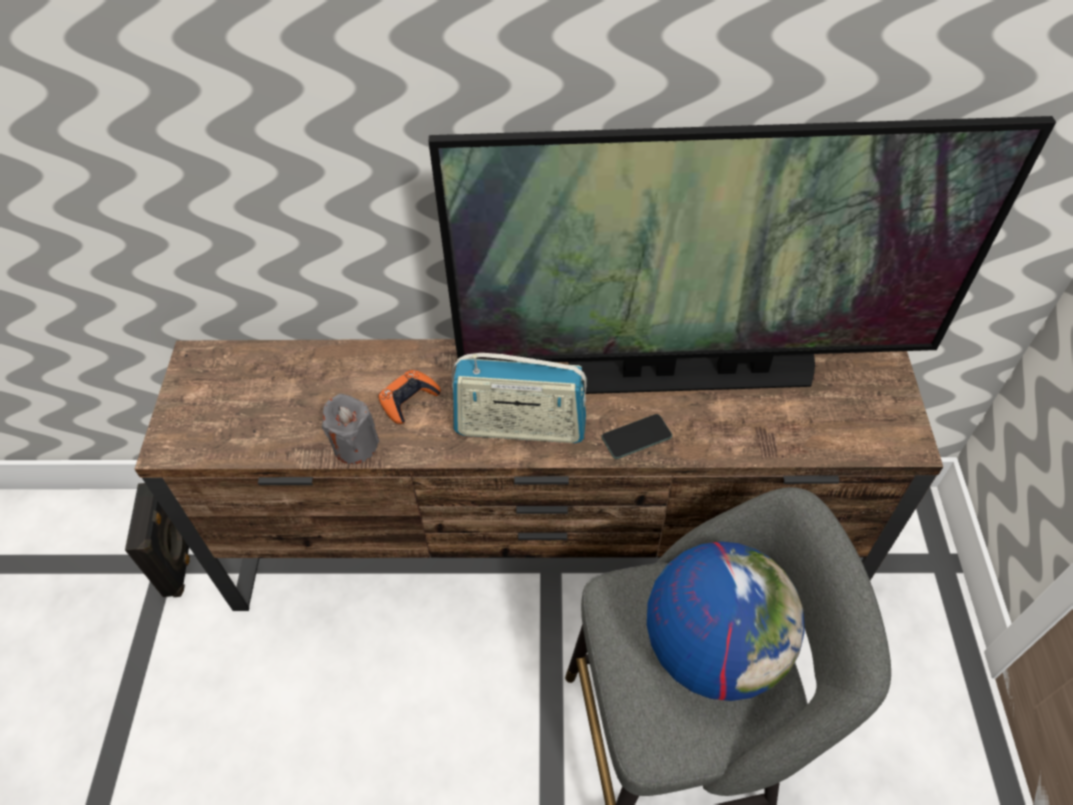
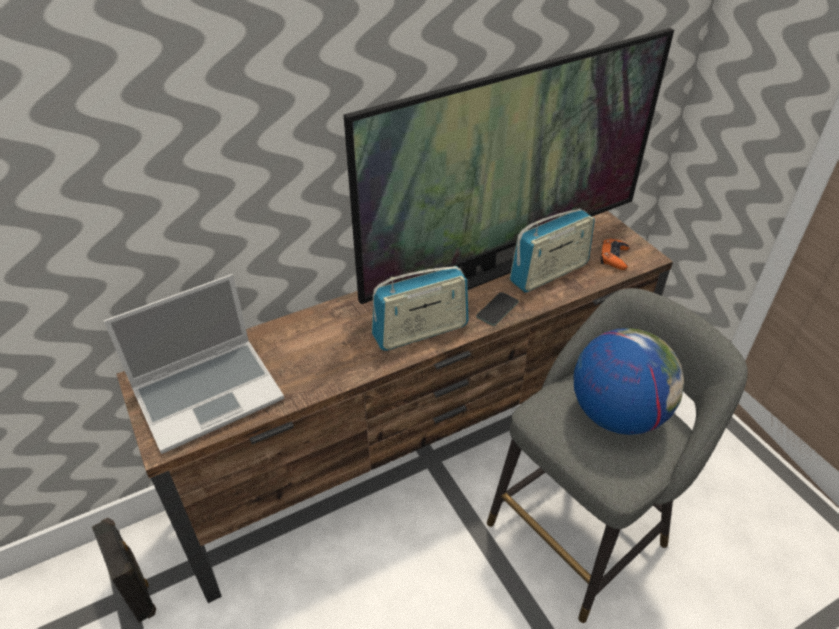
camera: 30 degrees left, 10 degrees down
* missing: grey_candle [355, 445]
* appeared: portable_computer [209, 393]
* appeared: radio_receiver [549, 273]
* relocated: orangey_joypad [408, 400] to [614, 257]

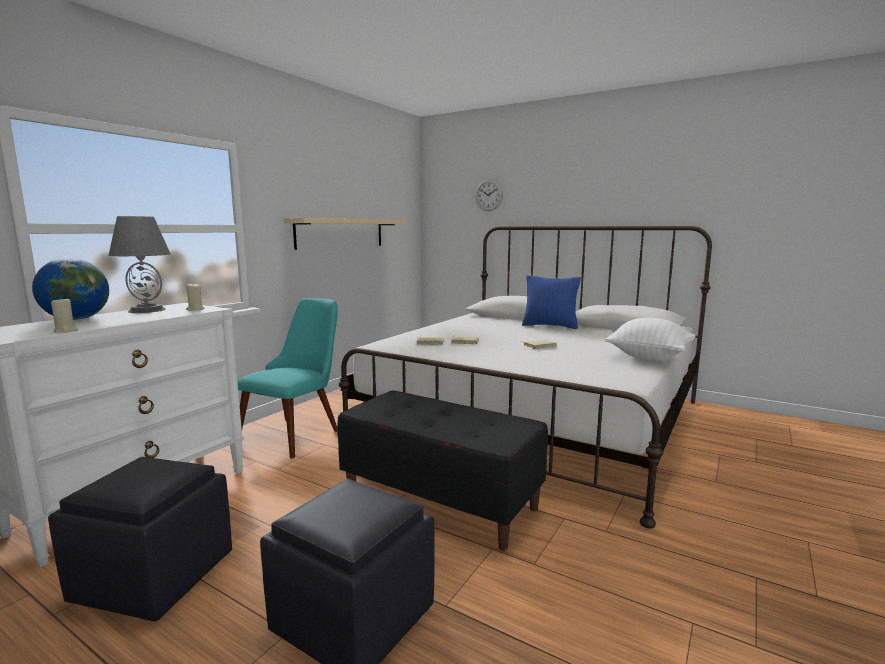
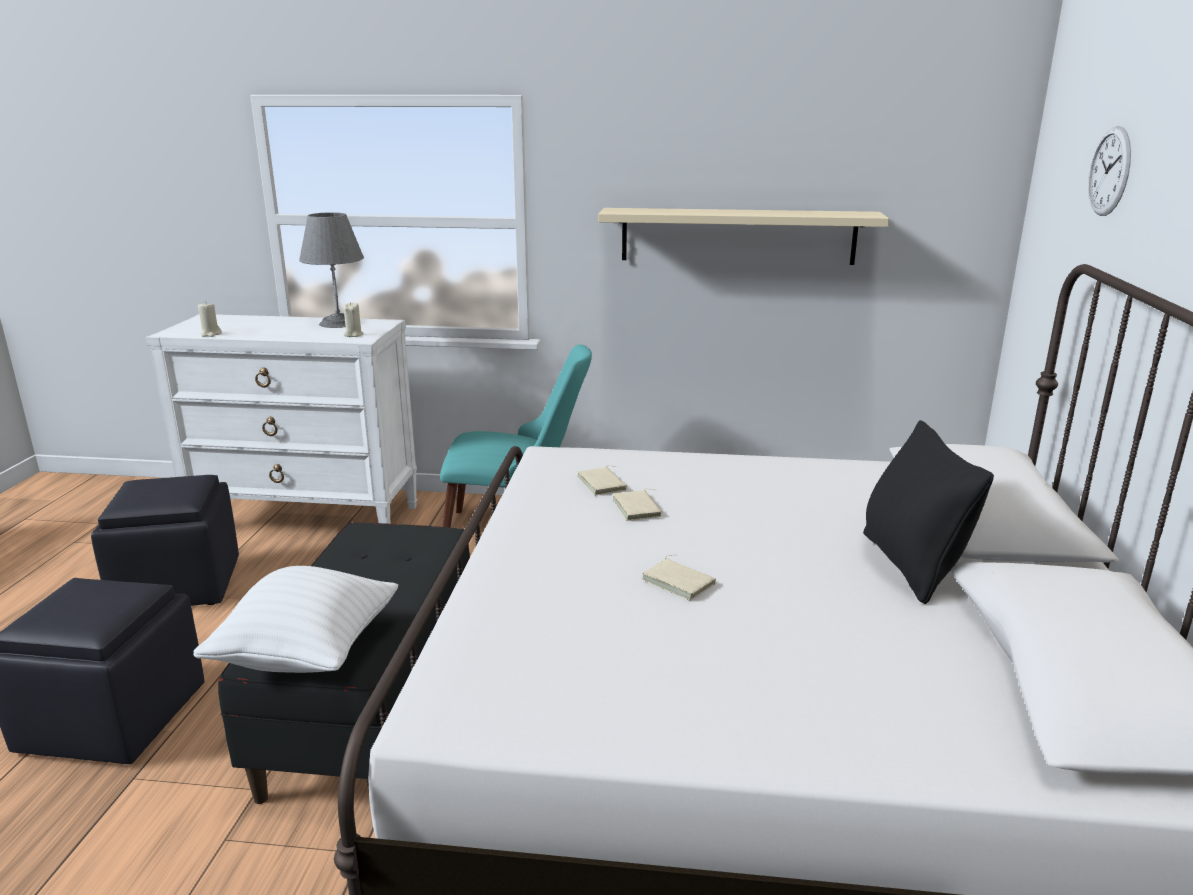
camera: 65 degrees right, 10 degrees up
* missing: globe [77, 319]
* relocated: white-coloured_throw_pillow [649, 357] to [307, 653]
* colour: bluish_throw_pillow [550, 326] to blackish_throw_pillow [911, 566]

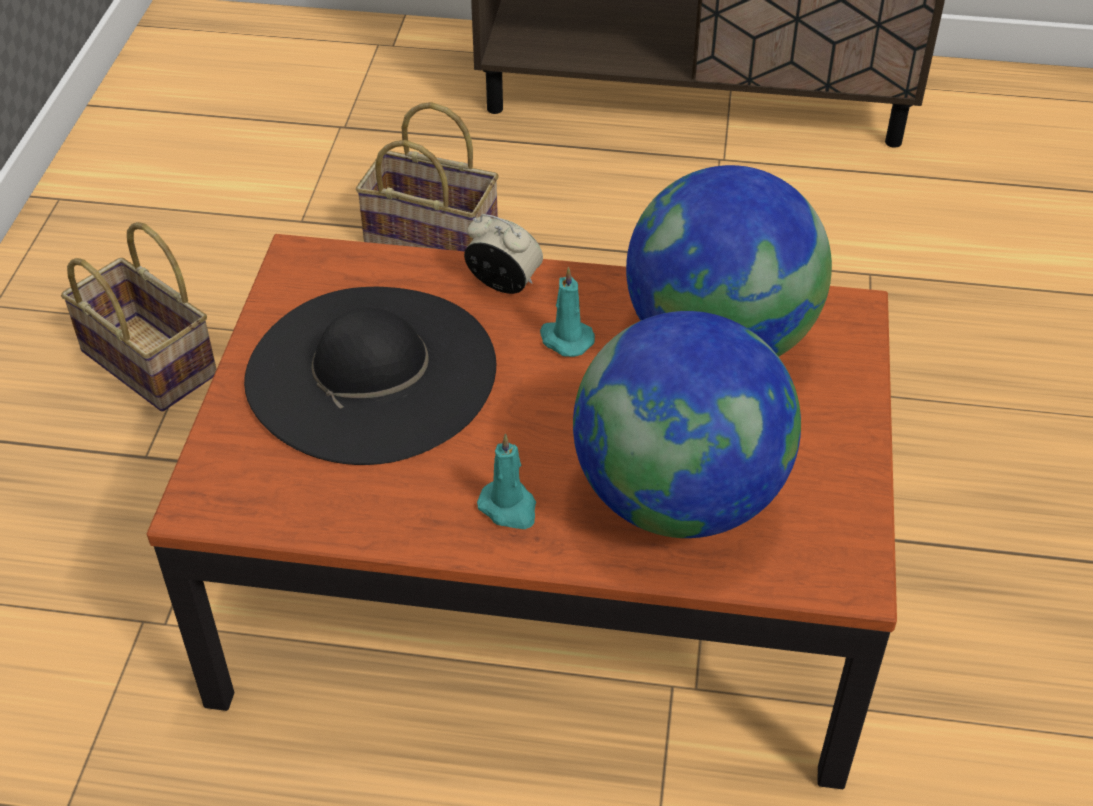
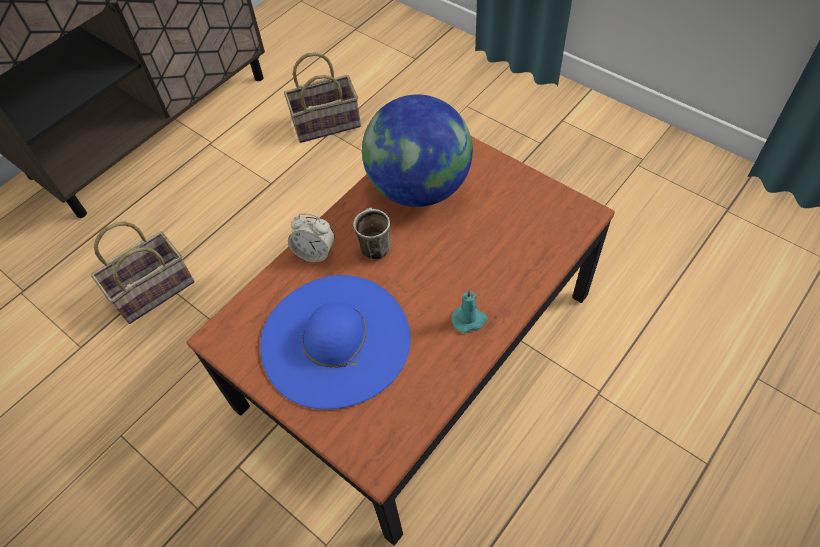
camera: 55 degrees left, 10 degrees up
* missing: globe [678, 497]
* relocated: storage_basket [153, 363] to [327, 122]
* exchanged: blue-green_candle [565, 339] to coffee_mug [373, 245]
* colour: blackish_clothing_hat [371, 372] to bluish_clothing_hat [335, 339]
* spun: alarm_clock [504, 284] = [315, 252] 135 degrees counterclockwise

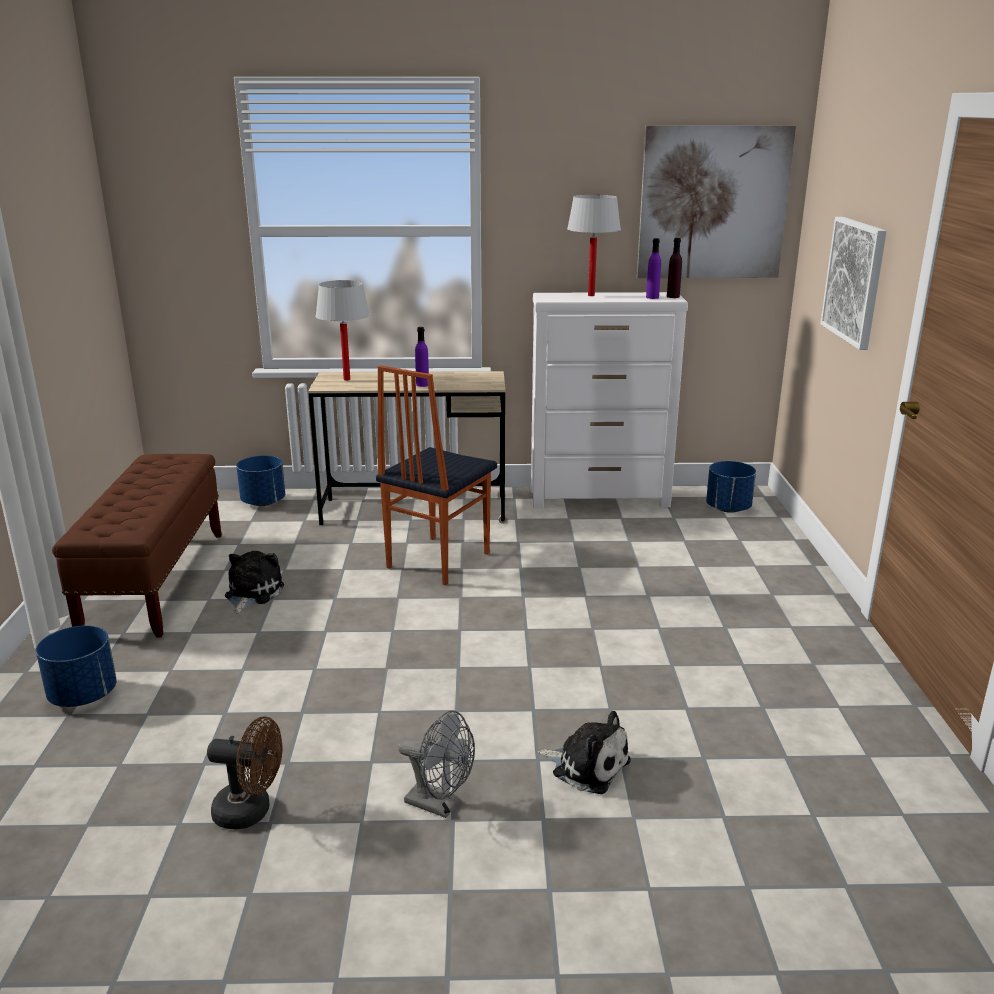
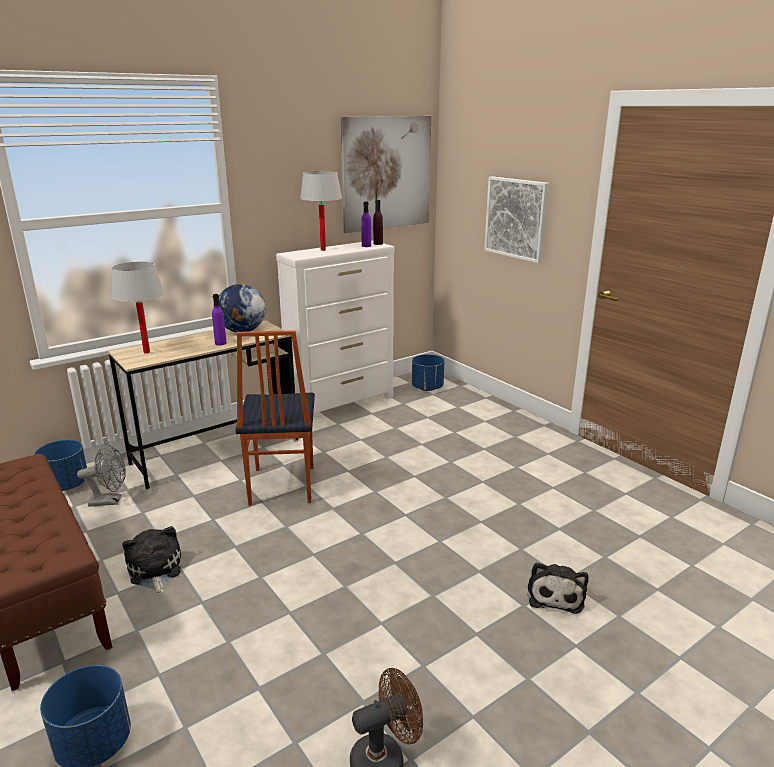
camera: 35 degrees left, 0 degrees up
* appeared: globe [242, 331]
* relocated: grey_cooling_fan [440, 804] to [110, 501]
* spun: plush_toy [587, 766] = [555, 594] 105 degrees clockwise

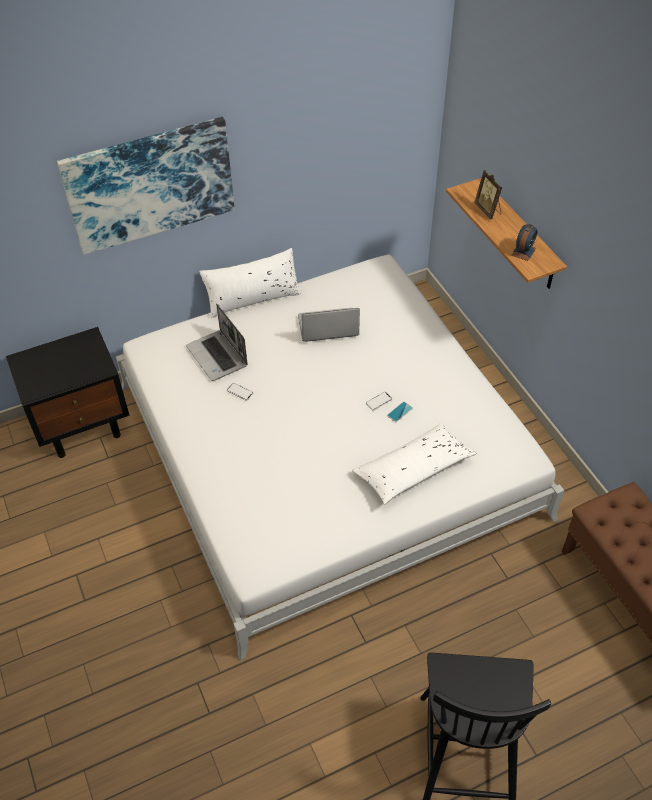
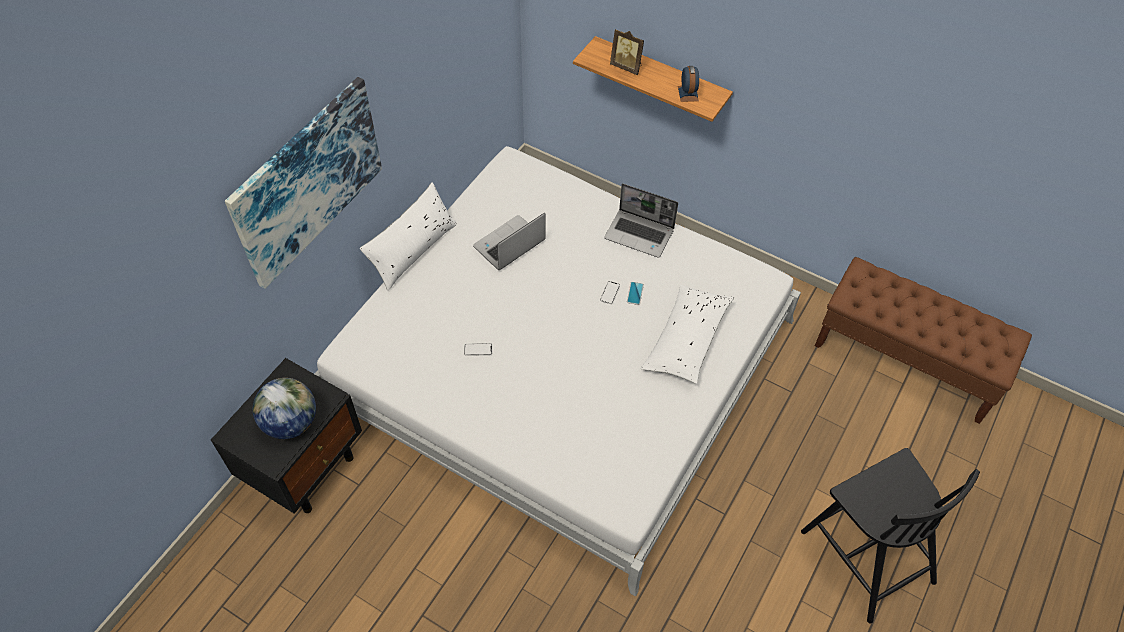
camera: 35 degrees left, 5 degrees up
* appeared: globe [291, 422]
* relocated: portable_computer [218, 356] to [640, 234]

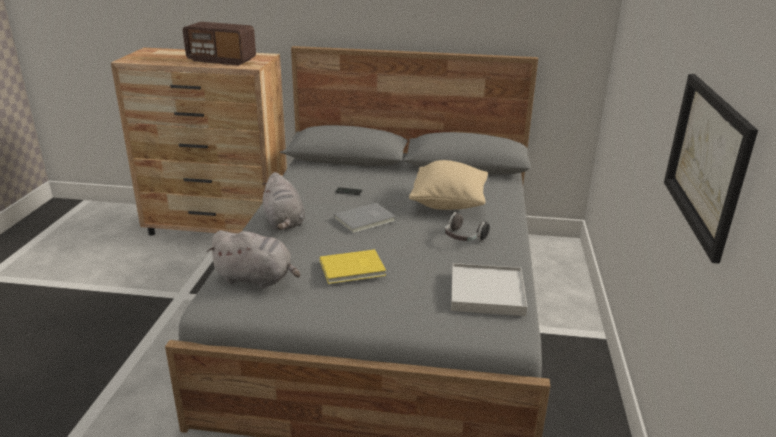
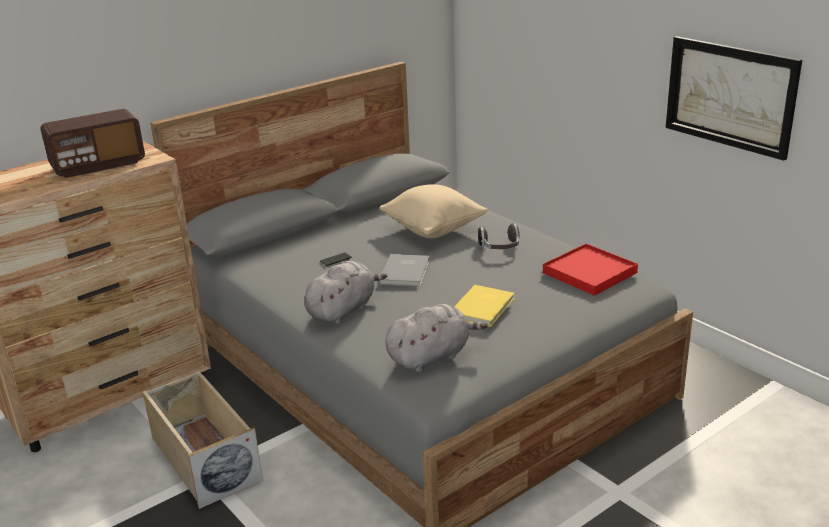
camera: 45 degrees left, 0 degrees up
* appeared: beige-coloured_storage_bin [203, 459]
* colour: white-coloured_carrying_tray [486, 292] to red_carrying_tray [589, 273]
* spun: grey_plush_toy [284, 222] = [343, 310] 75 degrees counterclockwise

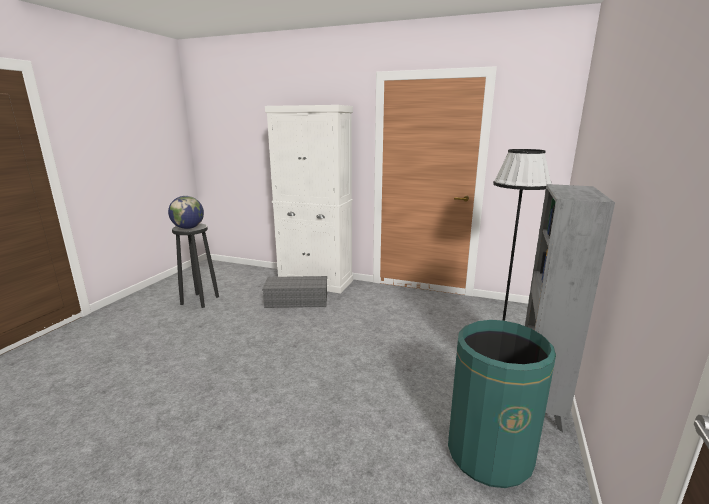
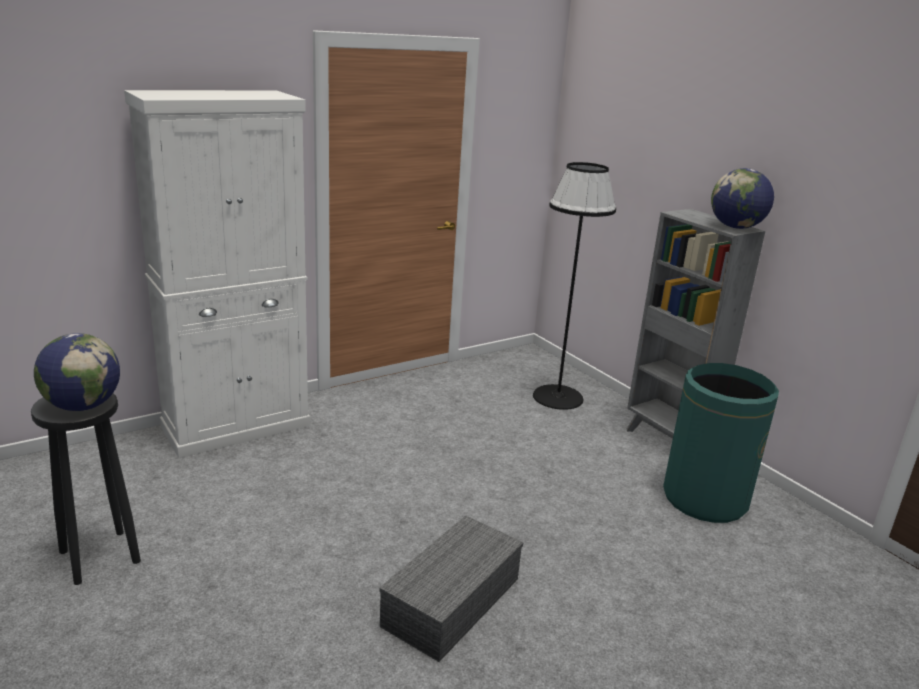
camera: 55 degrees left, 5 degrees up
* appeared: globe [736, 227]
* relocated: grey_storage_bin [297, 300] to [451, 600]

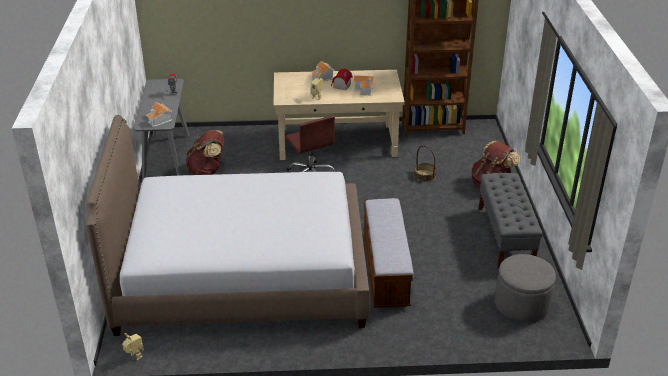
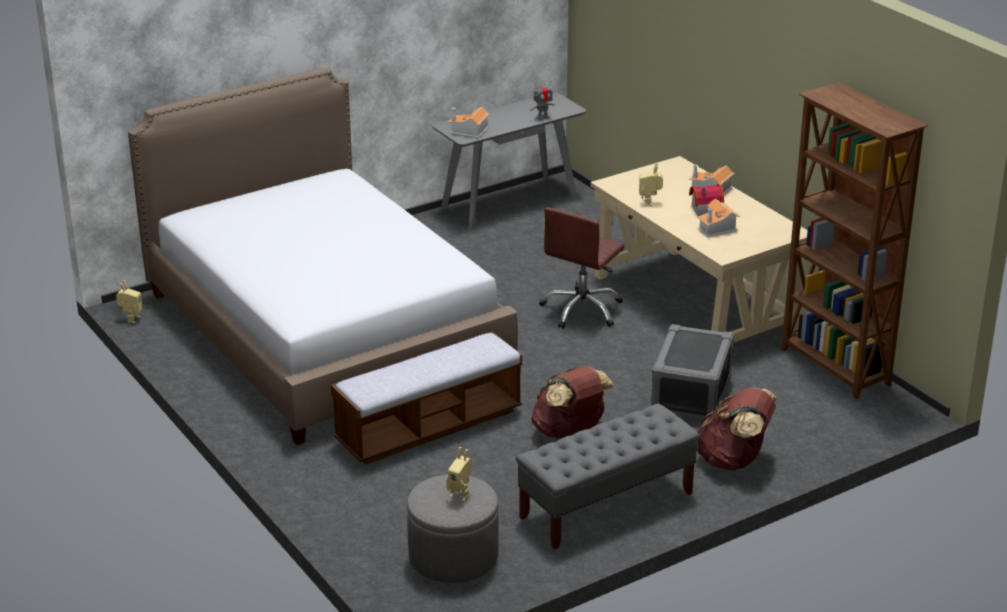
camera: 60 degrees right, 5 degrees down
* appeared: robot_figure [460, 494]
* relocated: brown_rucksack [207, 171] to [569, 432]
* exchanged: storage_basket [424, 175] to grey_storage_bin [690, 396]

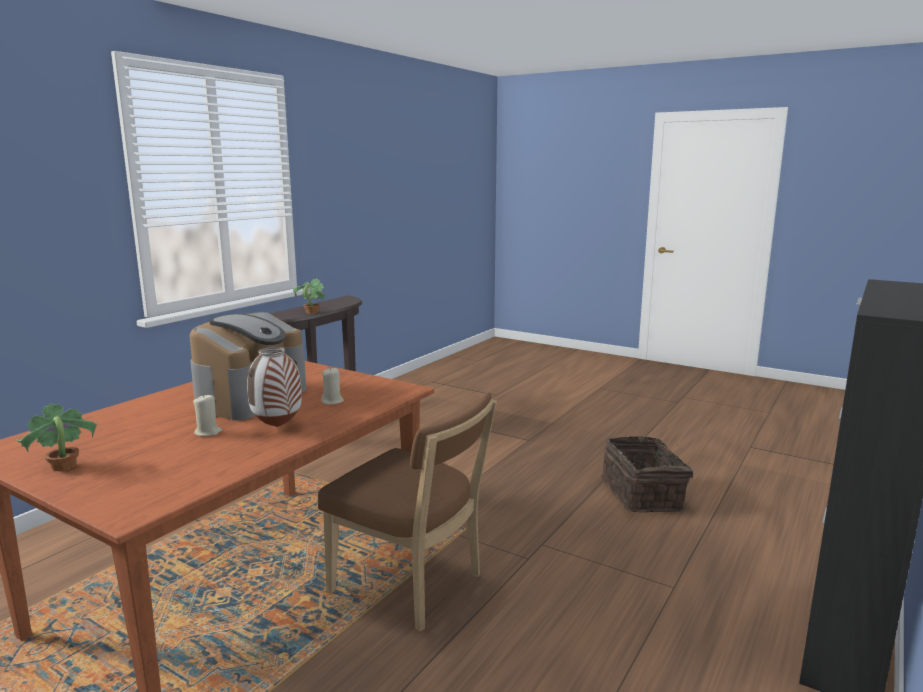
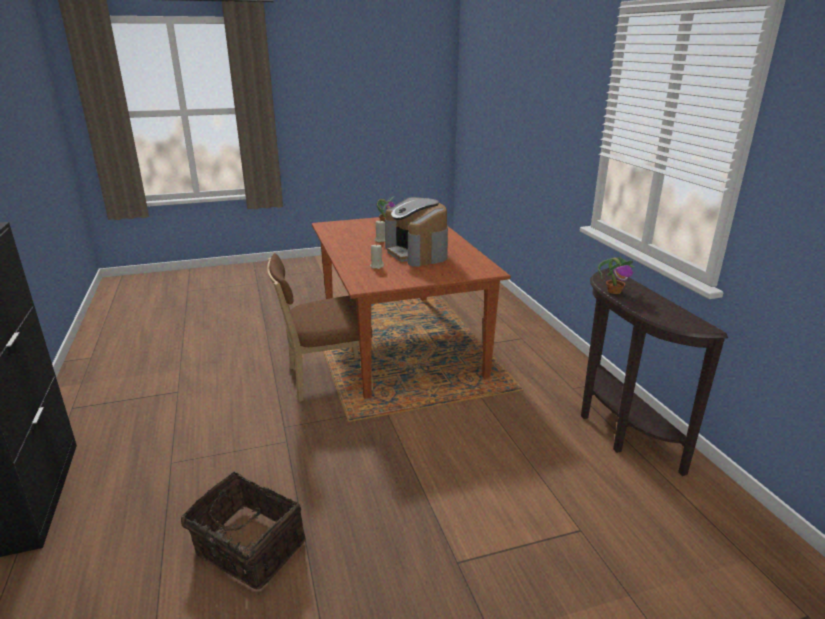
camera: 130 degrees right, 10 degrees up
* missing: decorative_vase [277, 427]

